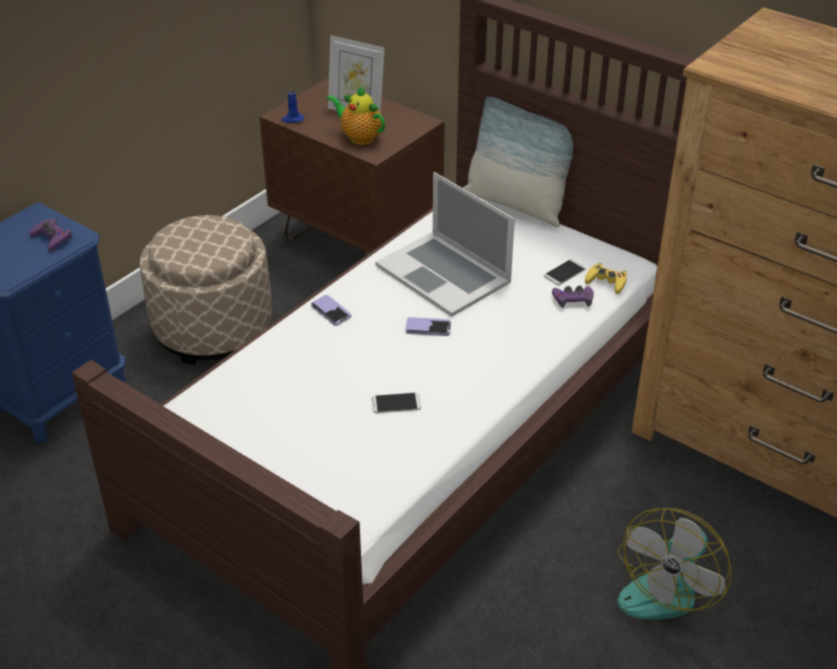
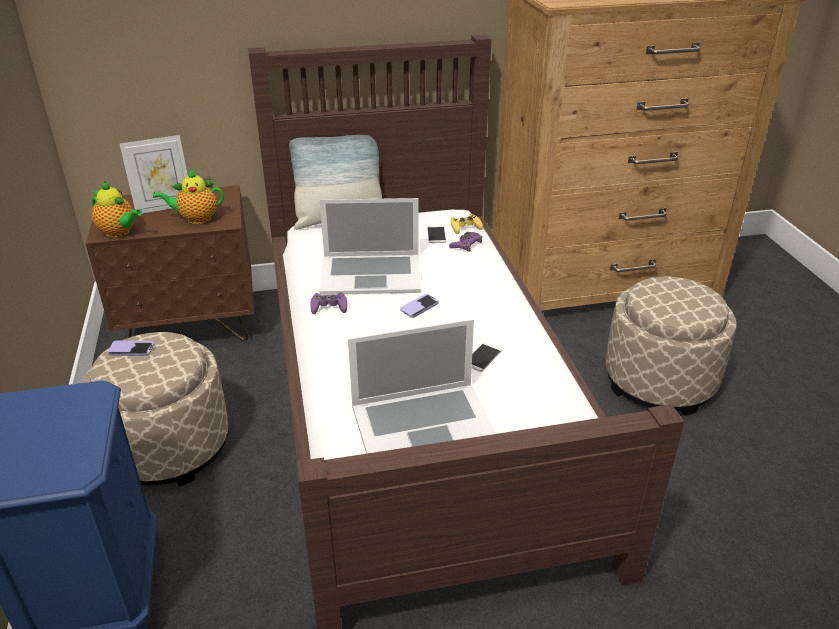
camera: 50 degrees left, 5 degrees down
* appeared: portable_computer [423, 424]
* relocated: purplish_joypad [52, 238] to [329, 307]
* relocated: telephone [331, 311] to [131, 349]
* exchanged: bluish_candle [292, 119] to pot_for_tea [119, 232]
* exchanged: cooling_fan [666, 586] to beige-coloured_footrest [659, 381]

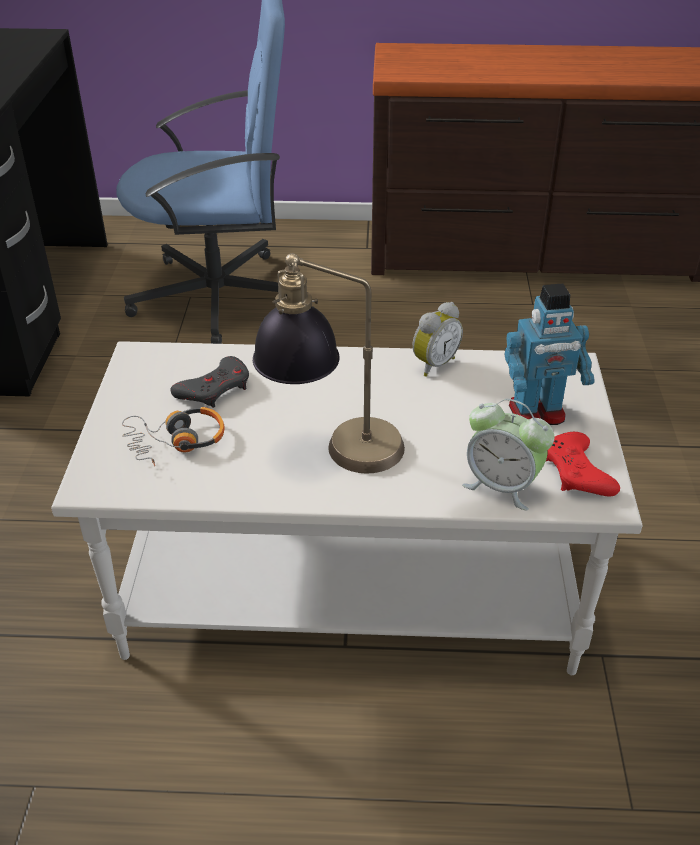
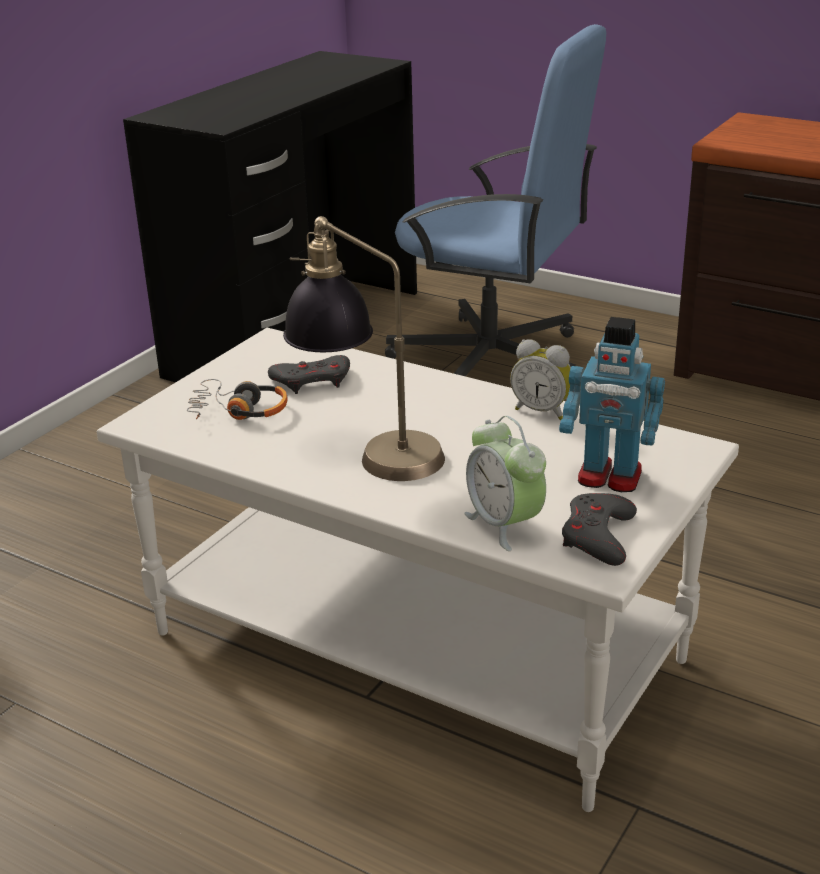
camera: 30 degrees right, 10 degrees down
* colour: red_joypad [577, 472] to grey_joypad [598, 536]
* spun: alarm_clock [433, 364] = [542, 411] 45 degrees clockwise

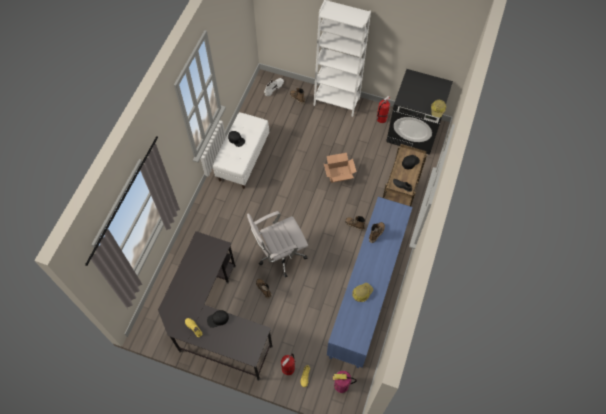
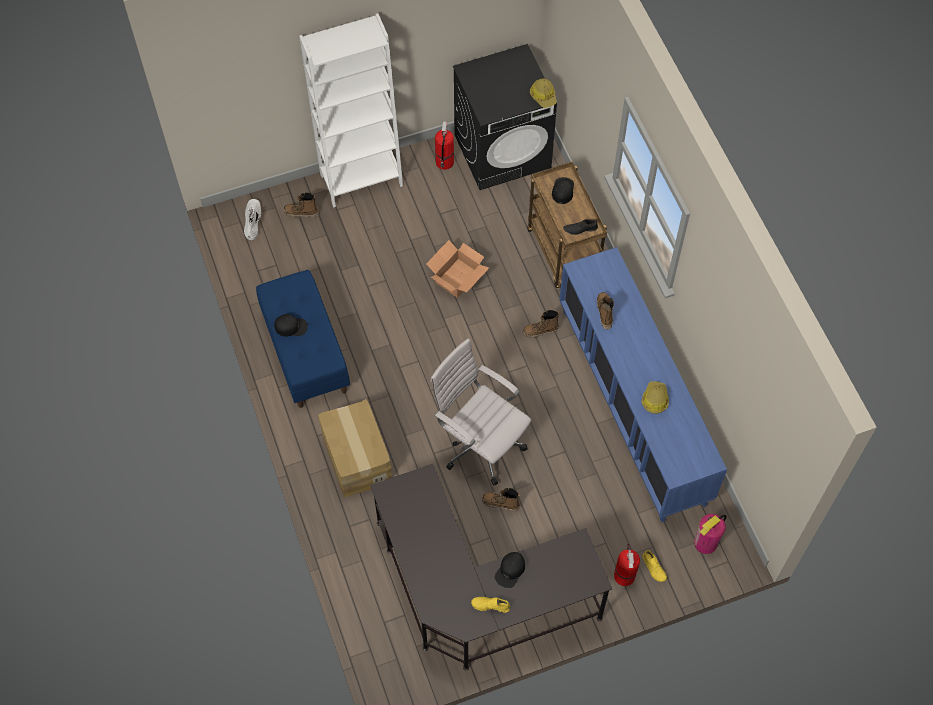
camera: 40 degrees left, 0 degrees up
* appeared: cardboard_box [356, 458]
* colour: white-coloured_bench [243, 159] to bluish_bench [305, 352]
* spun: white-coloured_office_chair [279, 255] = [479, 444] 105 degrees clockwise

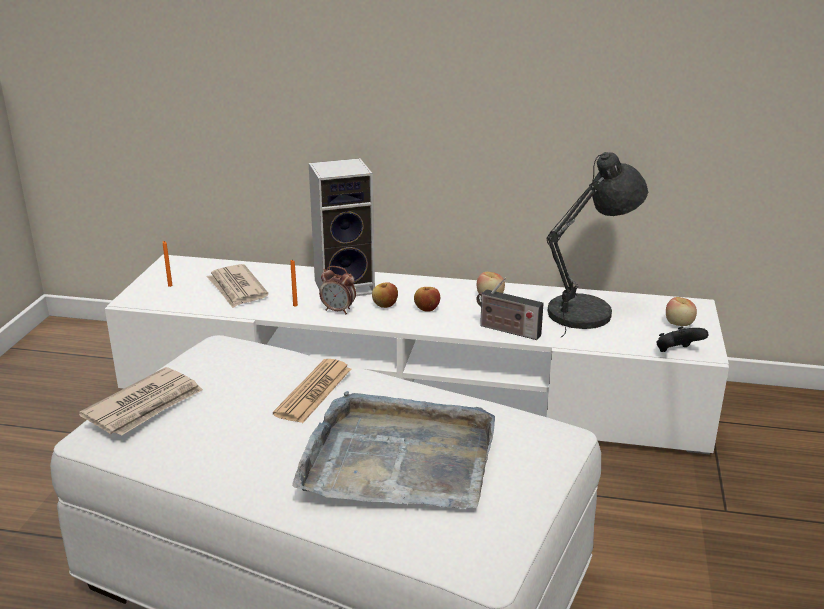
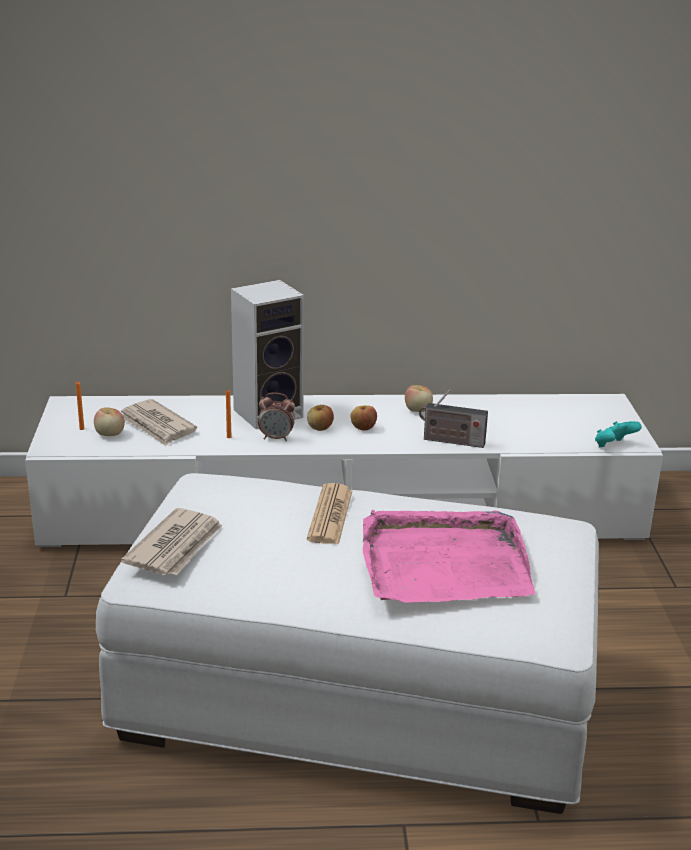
camera: 15 degrees left, 0 degrees up
* missing: grey_table_lamp [586, 312]
* relocated: apple_fruit [679, 324] to [110, 434]
* colour: grey_carrying_tray [398, 458] to pink_carrying_tray [443, 563]
* colour: blackish_joypad [677, 352] to blue-green_joypad [613, 446]

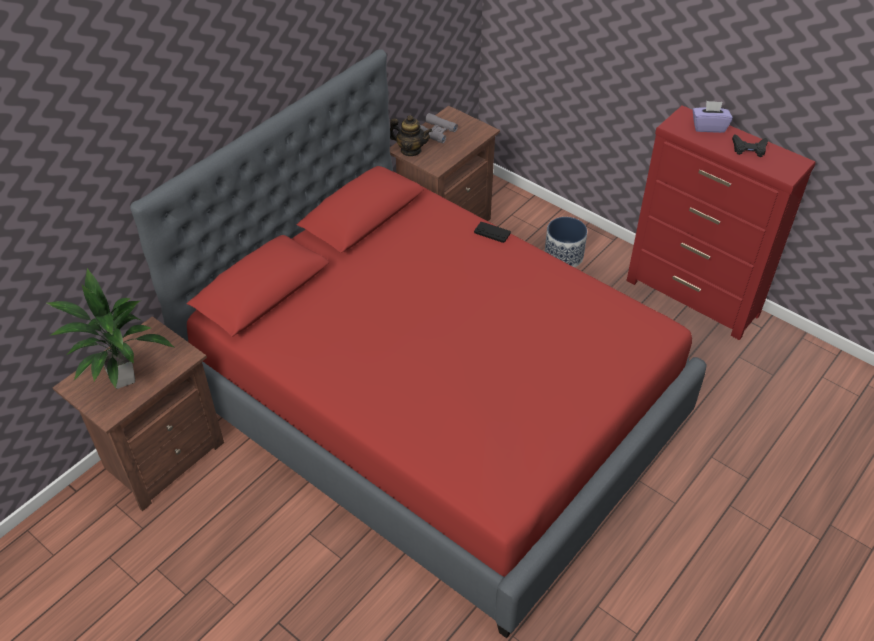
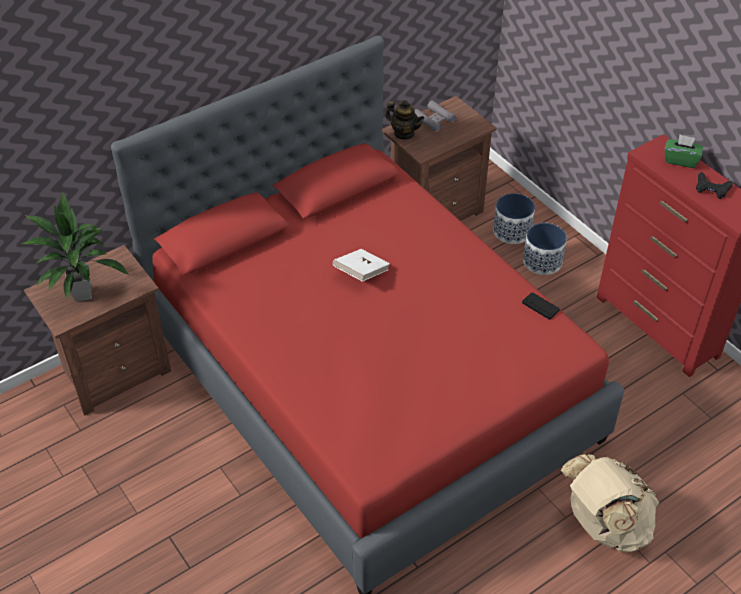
camera: 15 degrees right, 0 degrees up
* appeared: white-coloured_bound_book [361, 273]
* appeared: flower_pot [512, 231]
* appeared: beige-coloured_rucksack [604, 524]
* relocated: blackish_joypad [492, 233] to [540, 306]
* colour: purplish_tissue_box [708, 127] to green_tissue_box [680, 160]

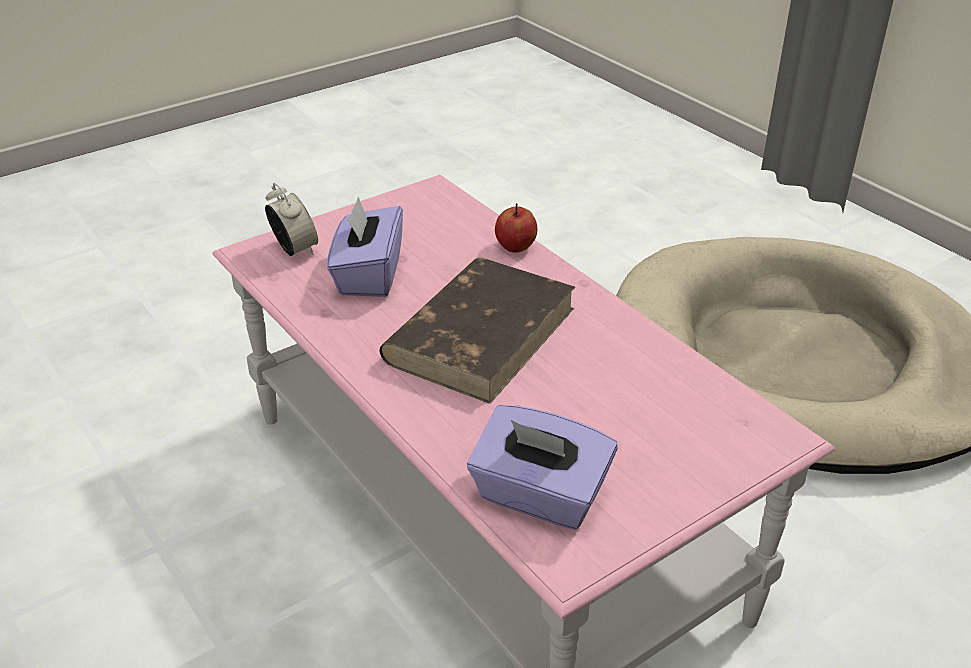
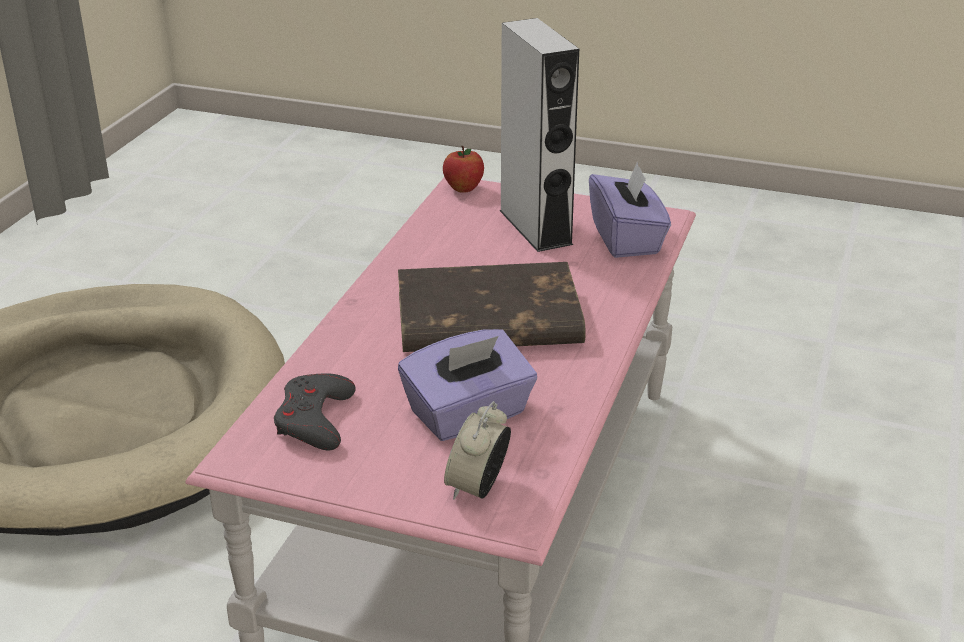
camera: 125 degrees left, 5 degrees down
* appeared: grey_joypad [315, 420]
* appeared: grey_audio_speaker [535, 227]
* relocated: apple_fruit [515, 247] to [463, 188]

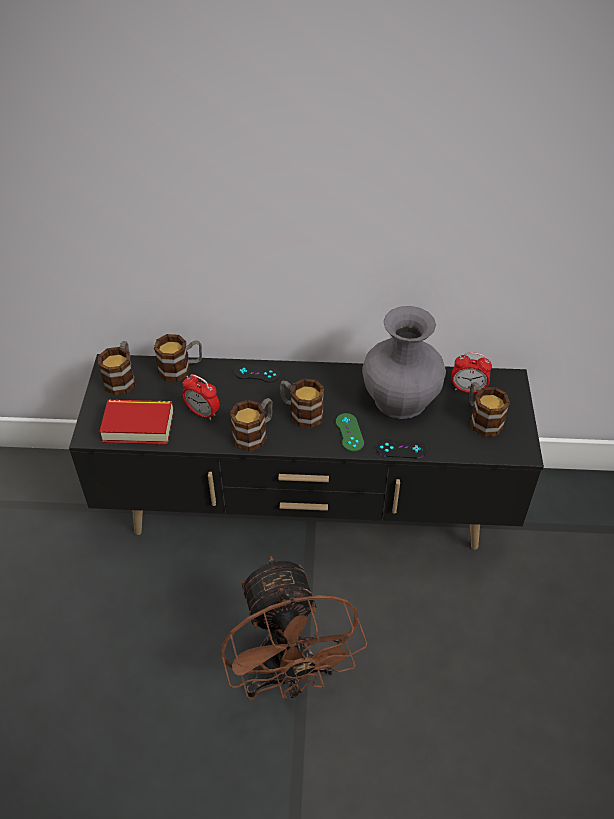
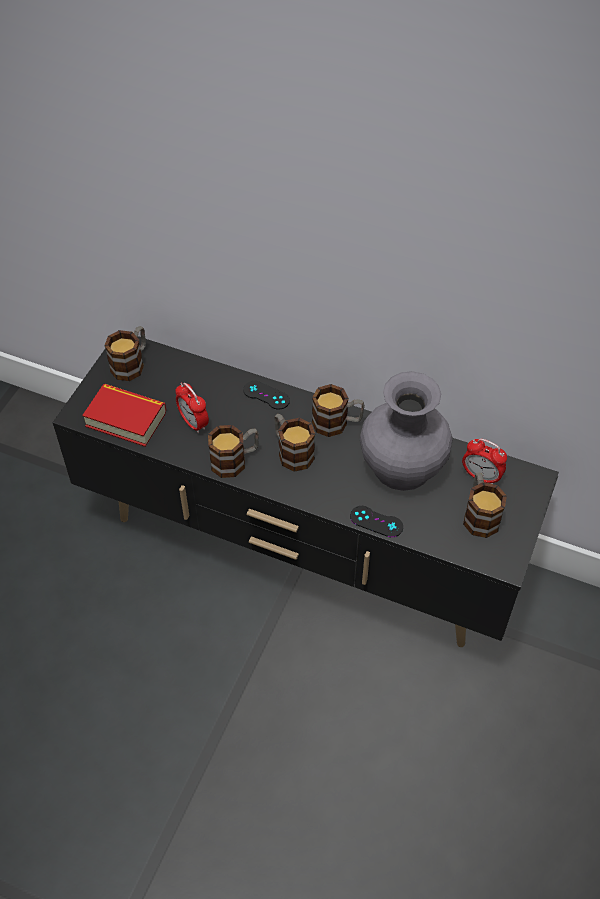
camera: 20 degrees right, 5 degrees up
* missing: brown_cooling_fan [288, 676]
* missing: green_joypad [349, 432]
* relocated: coffee_mug [181, 369] to [337, 423]

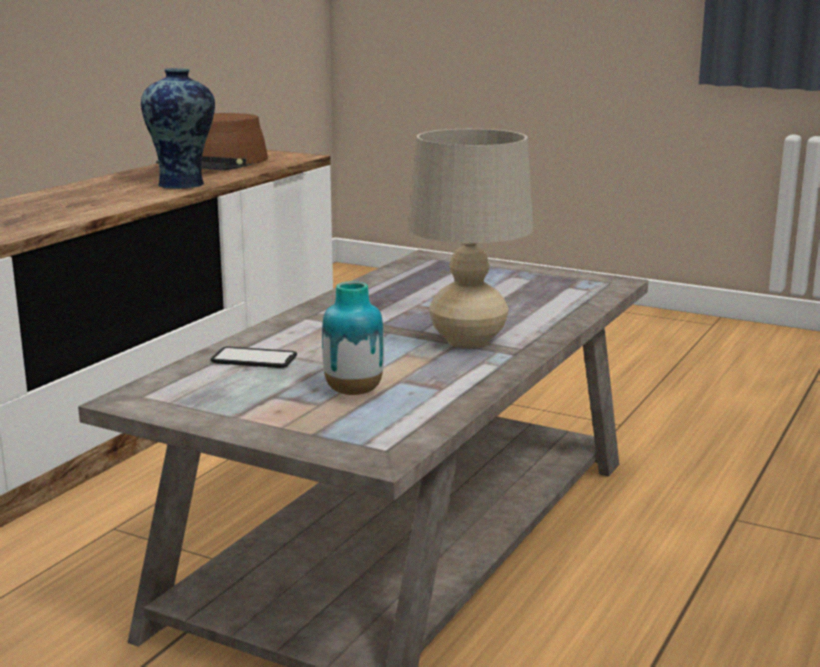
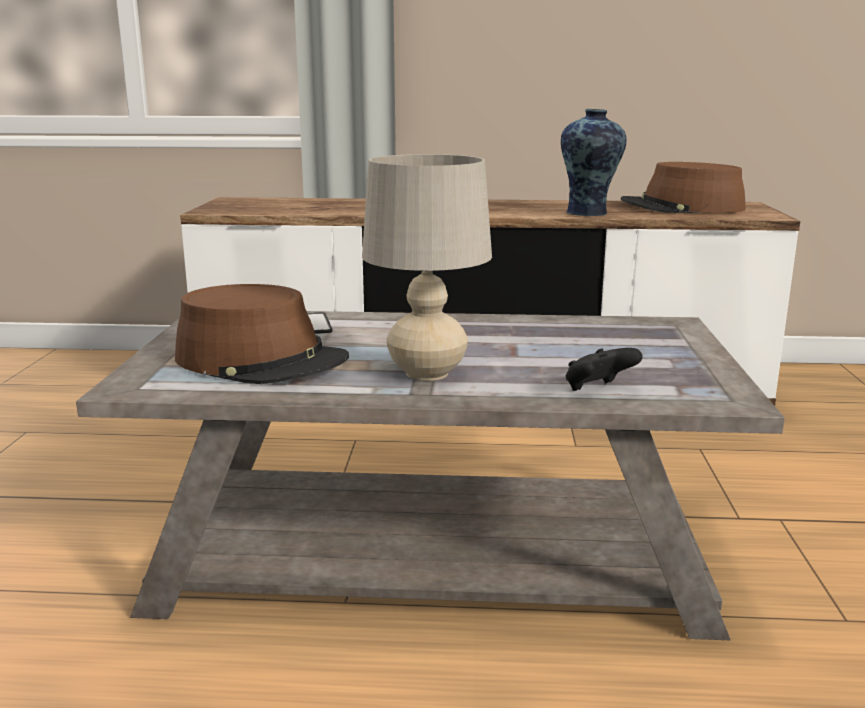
camera: 65 degrees right, 0 degrees up
* appeared: blackish_joypad [598, 390]
* exchanged: decorative_vase [353, 391] to brown_clothing_hat [261, 360]

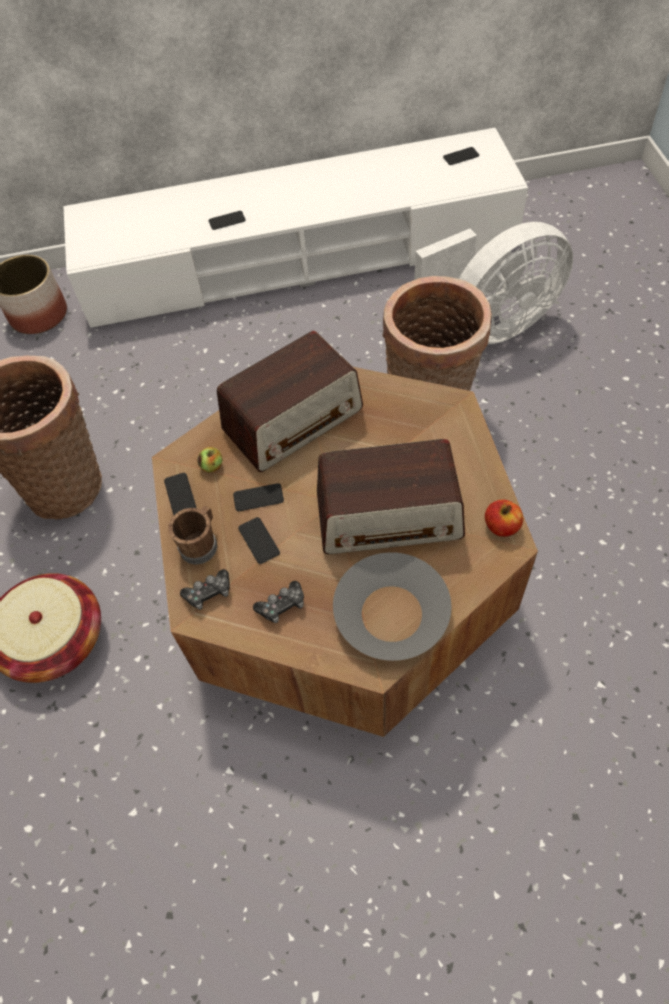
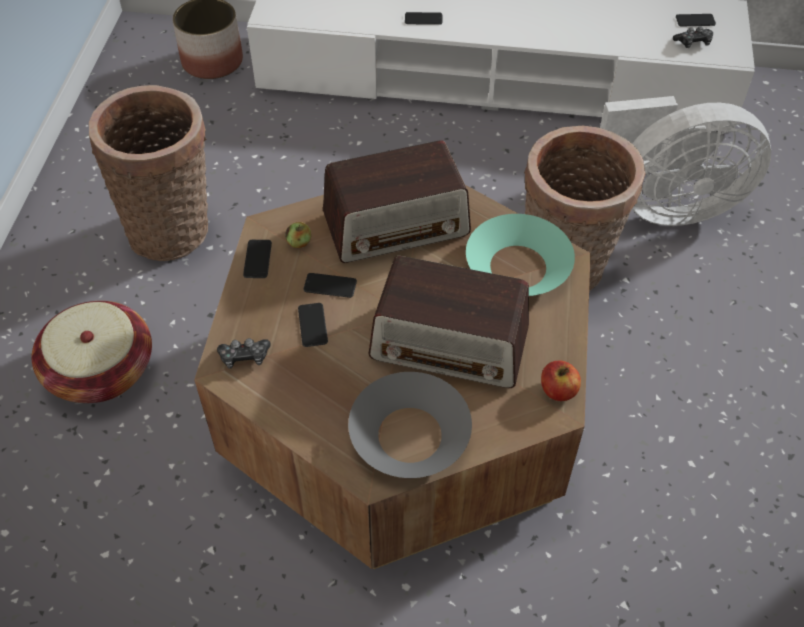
camera: 15 degrees right, 5 degrees down
* missing: brown_coffee_mug [201, 544]
* appeared: blue-green_serving_bowl [518, 267]
* relocated: joypad [282, 606] to [693, 42]

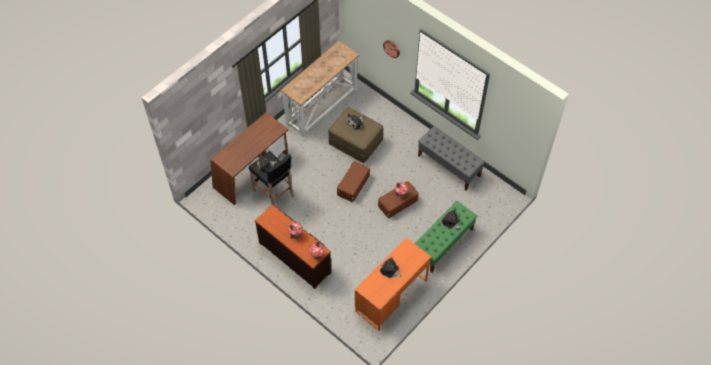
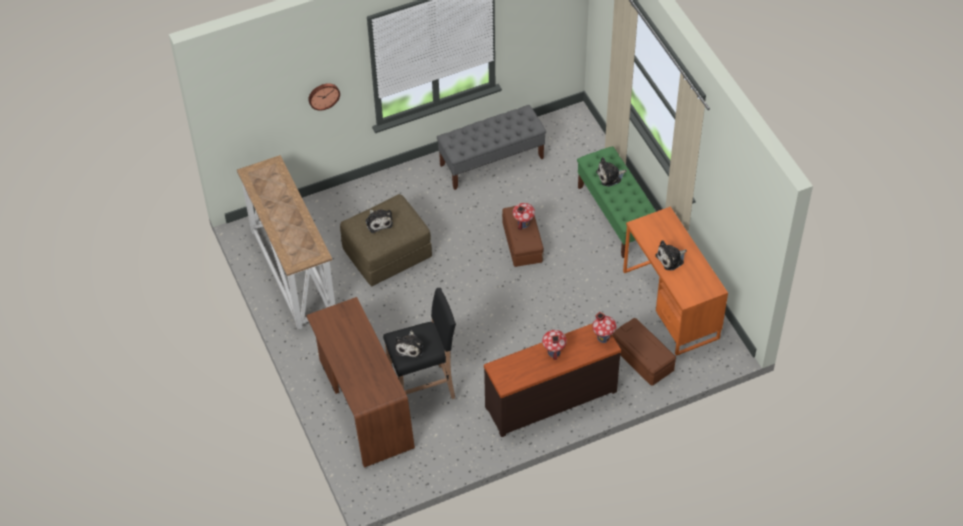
camera: 65 degrees left, 5 degrees down
* relocated: brown_storage_bin [353, 185] to [643, 358]

